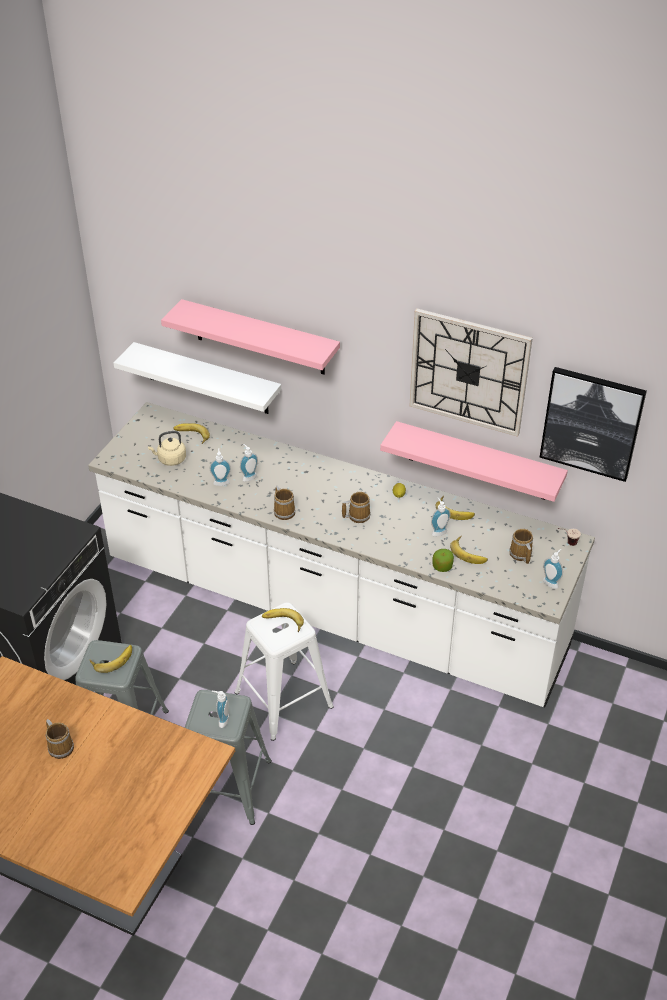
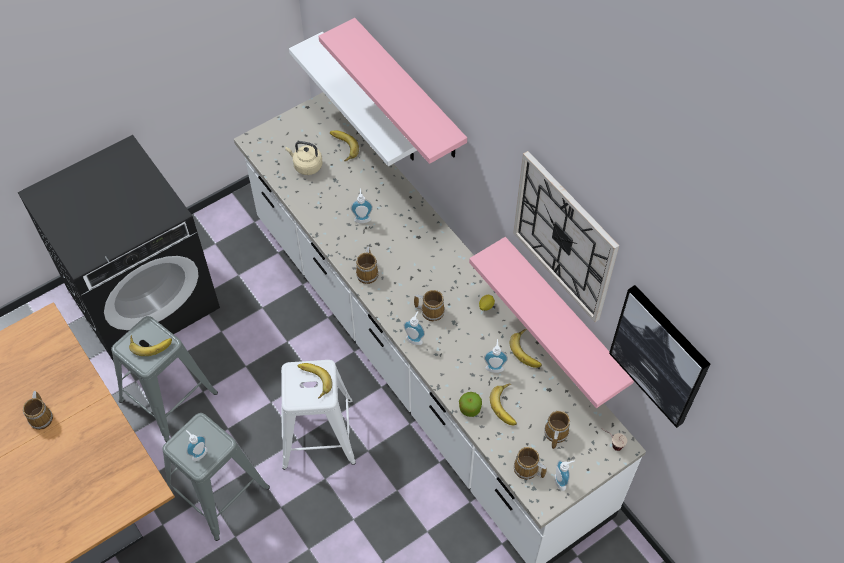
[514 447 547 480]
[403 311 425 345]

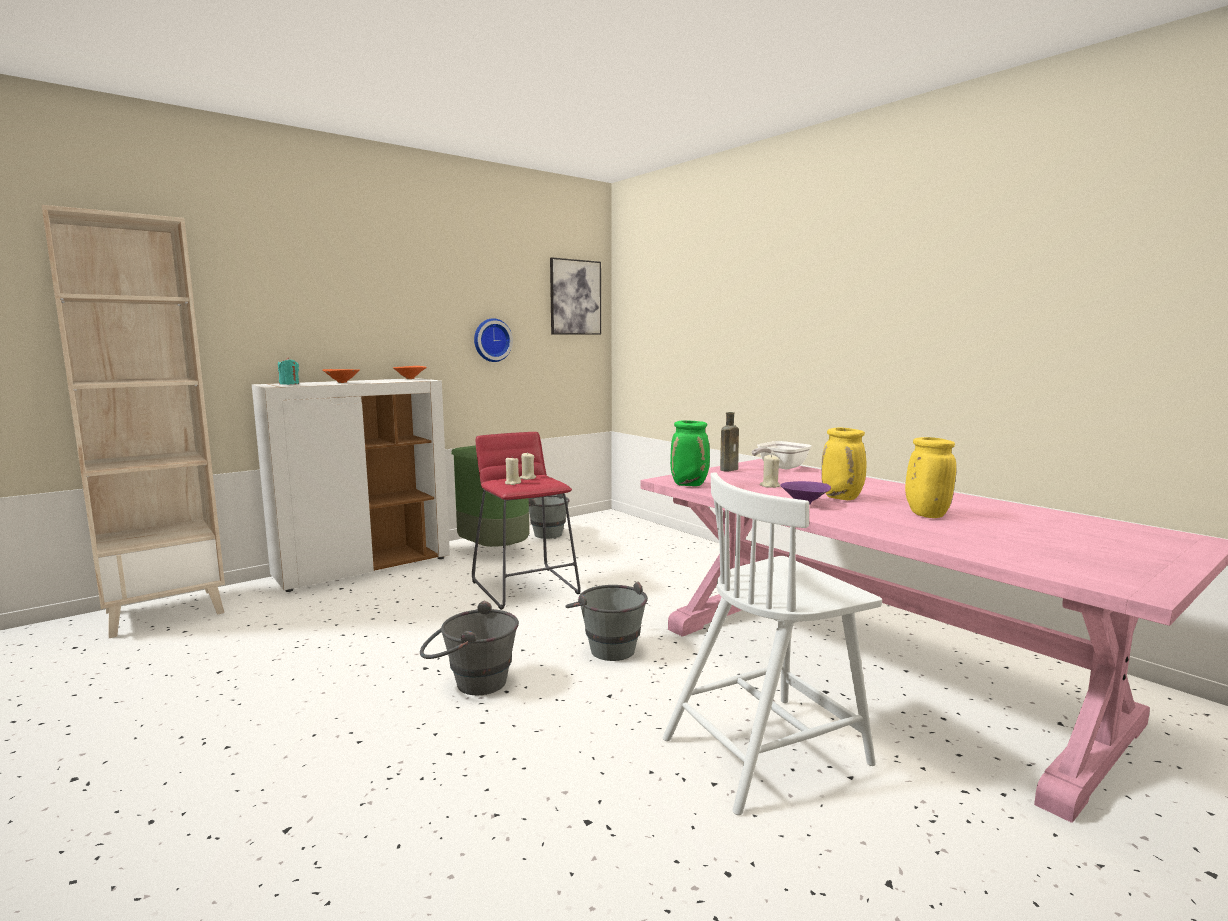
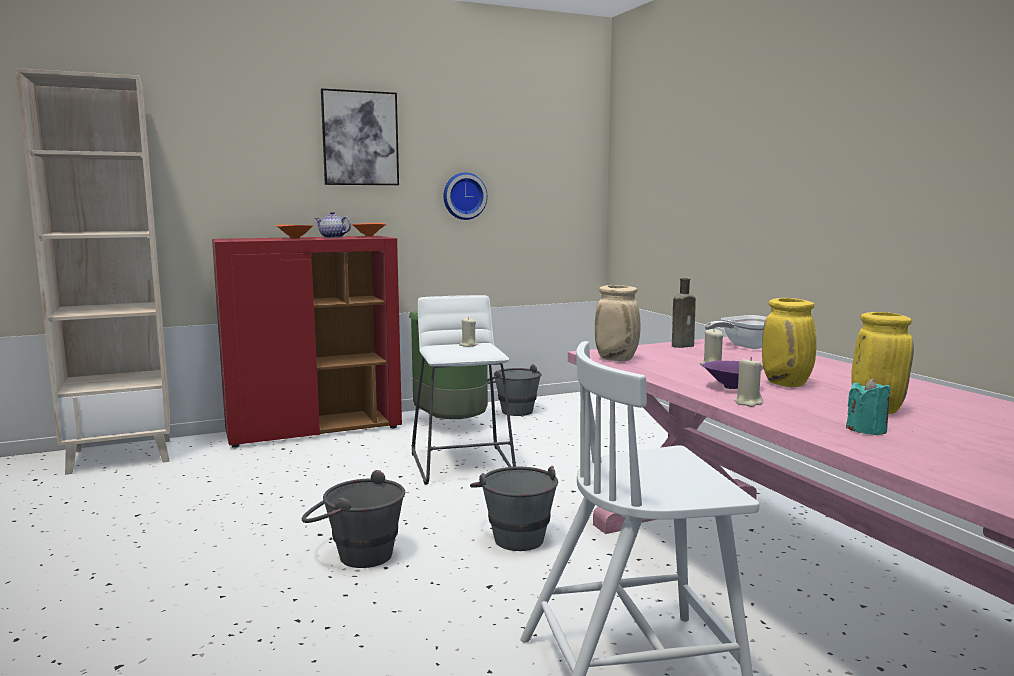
[315 212 351 238]
[846 378 890 435]
[734 357 763 407]
[321 88 399 185]
[212 236 402 448]
[412 295 516 485]
[595 285 640 361]

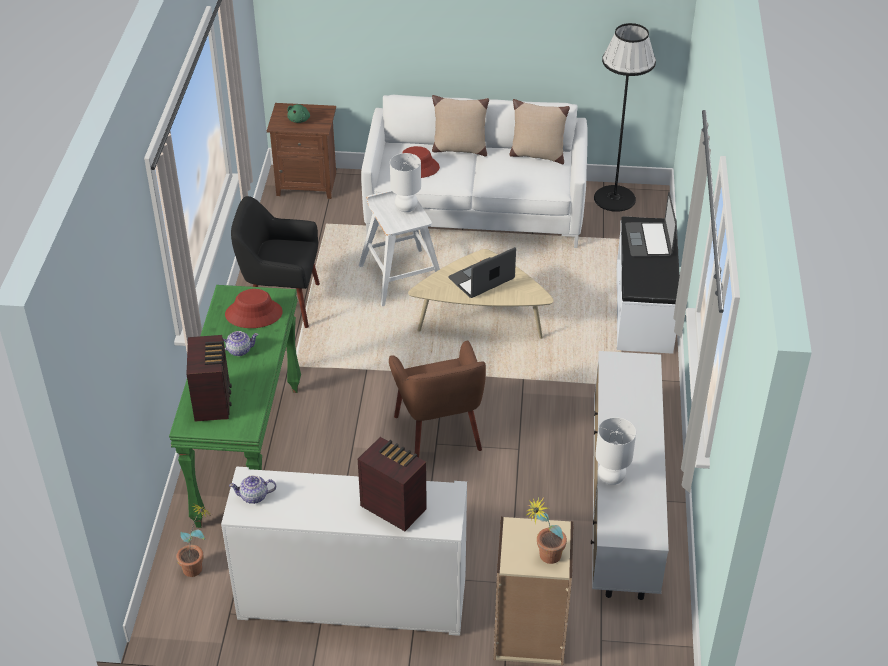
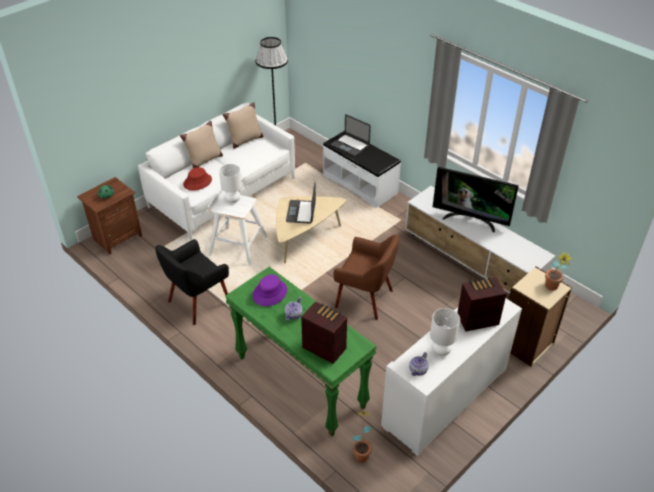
[433 167 519 232]
[430 308 460 356]
[252 275 287 306]

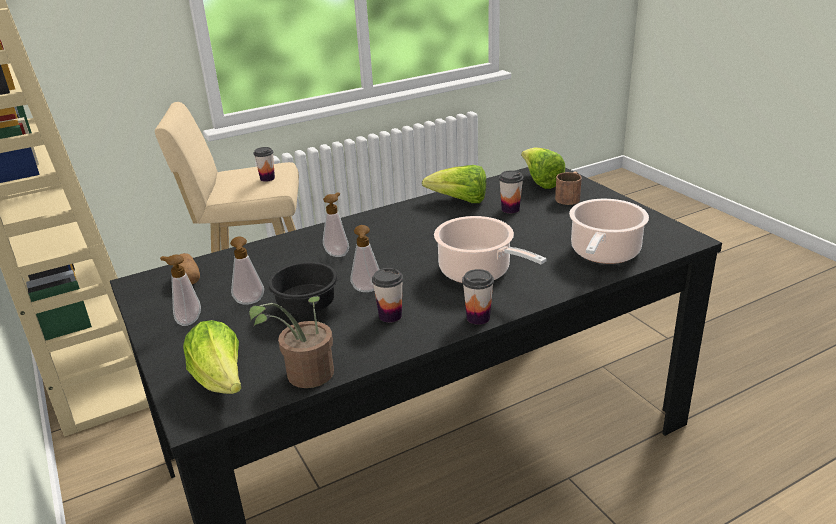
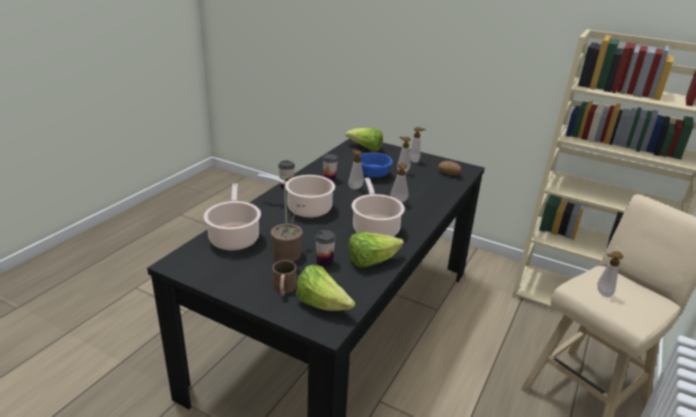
[352 178 405 237]
[271 176 305 262]
[597 251 623 298]
[359 153 393 178]

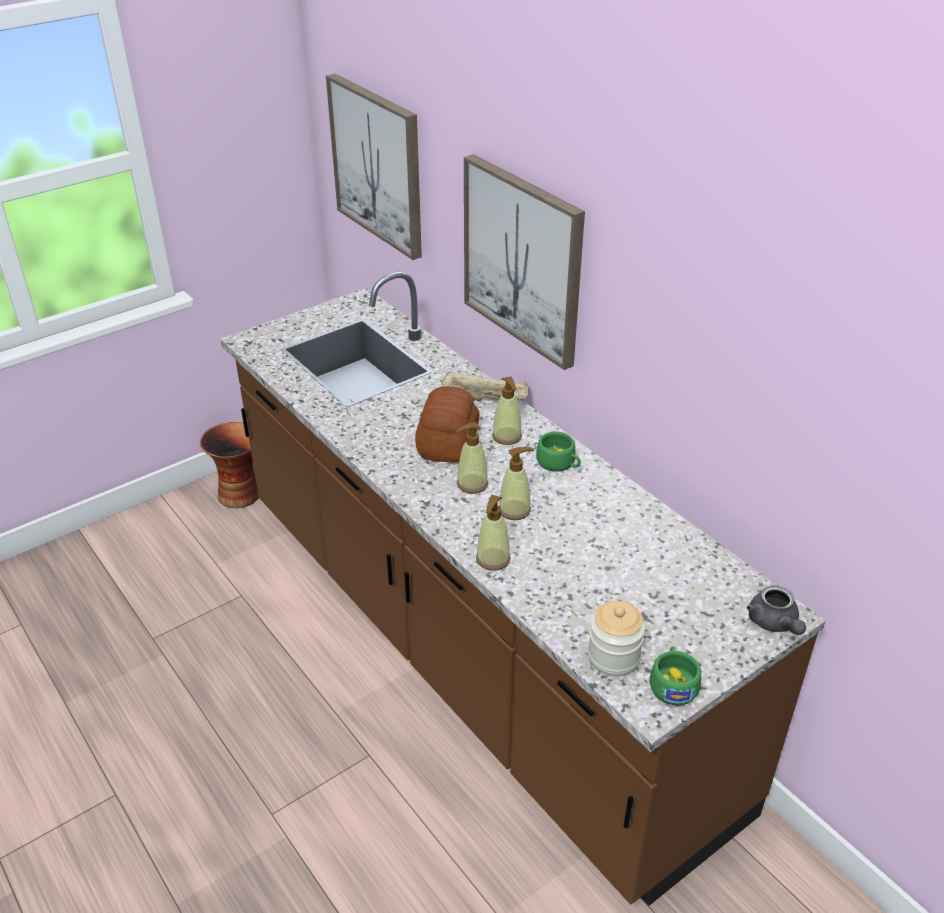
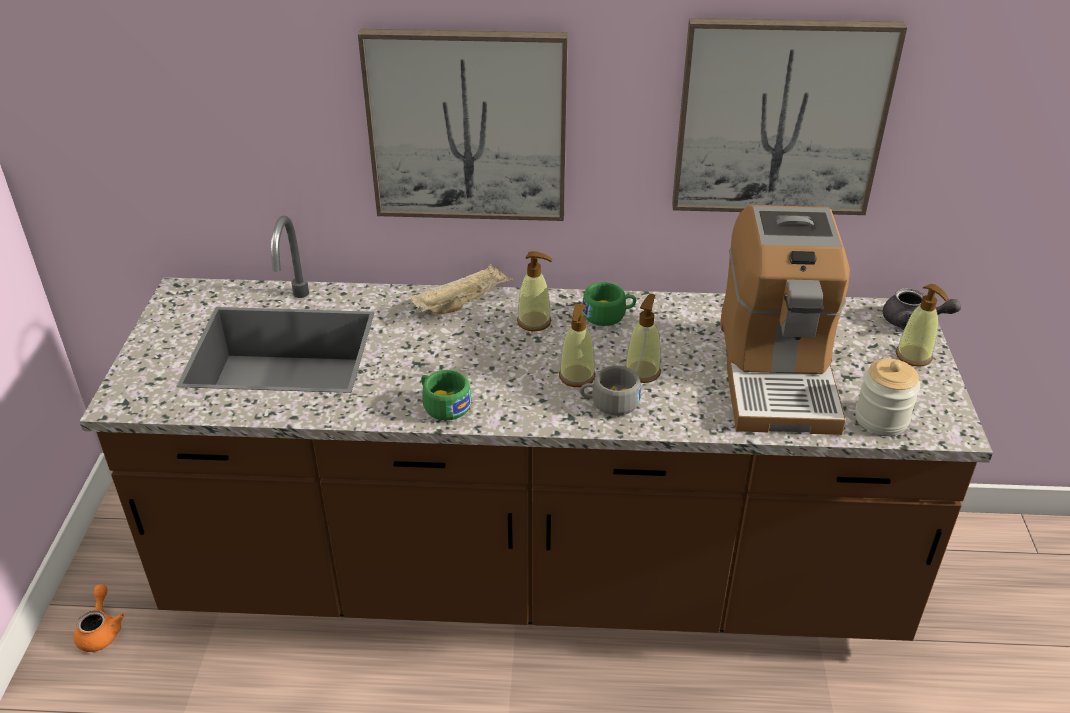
[415 386 479 463] (first image)
[580 365 641 416]
[720 205 850 435]
[672 18 907 215]
[896 284 949 367]
[421 370 472 420]
[73 584 125 652]

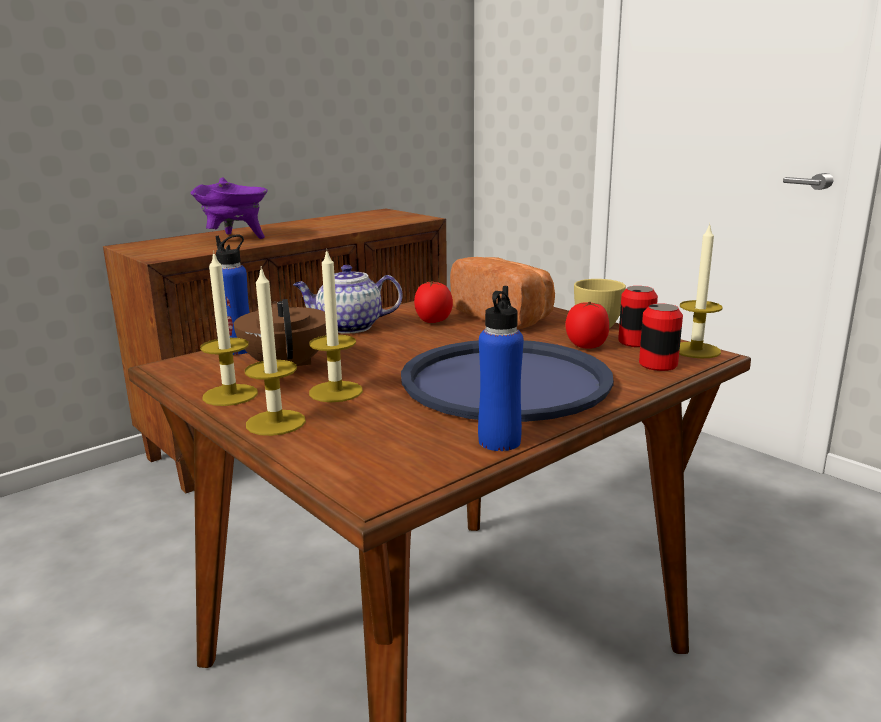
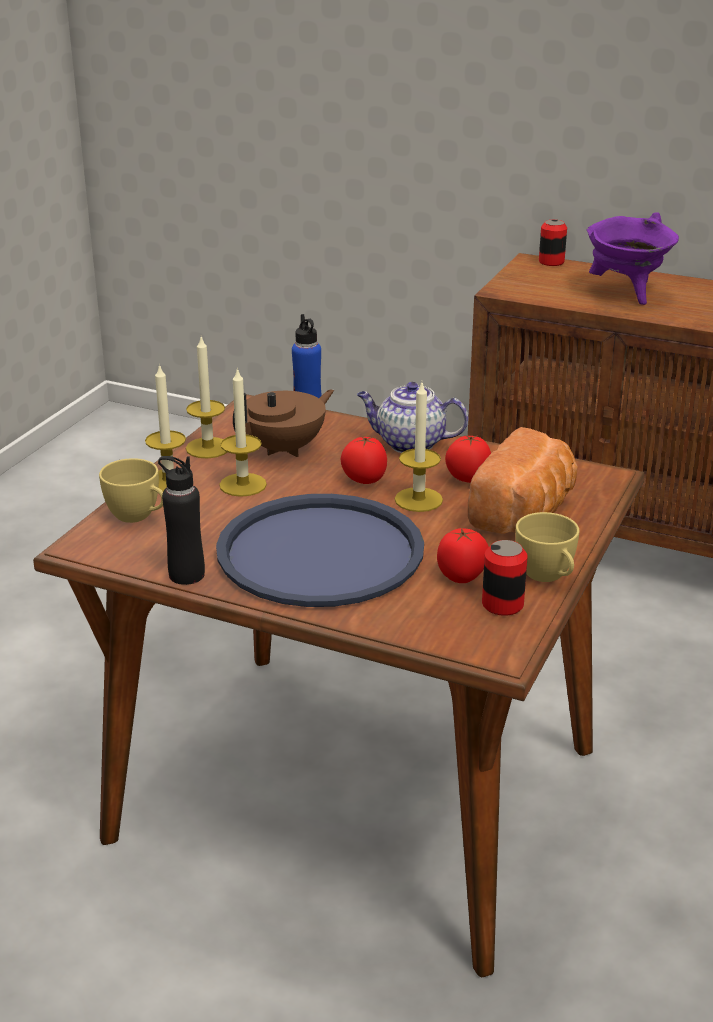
[99 458 163 523]
[340 436 387 484]
[539 220 567 266]
[395 383 443 512]
[158 456 205 585]
[357 382 468 453]

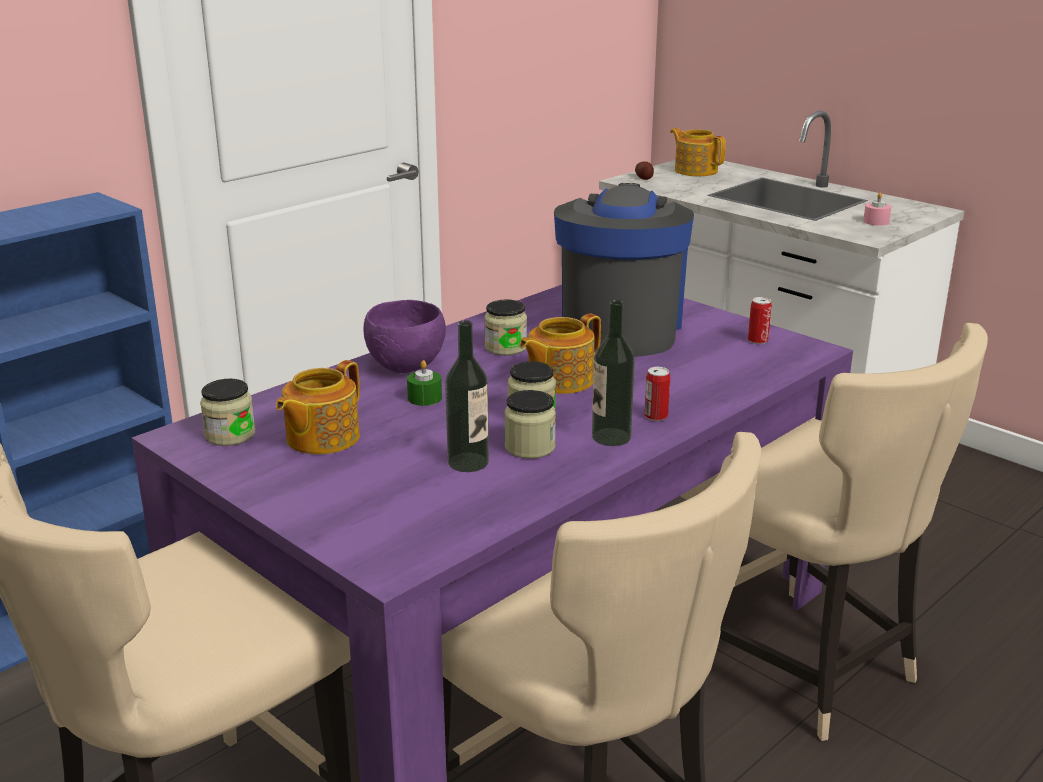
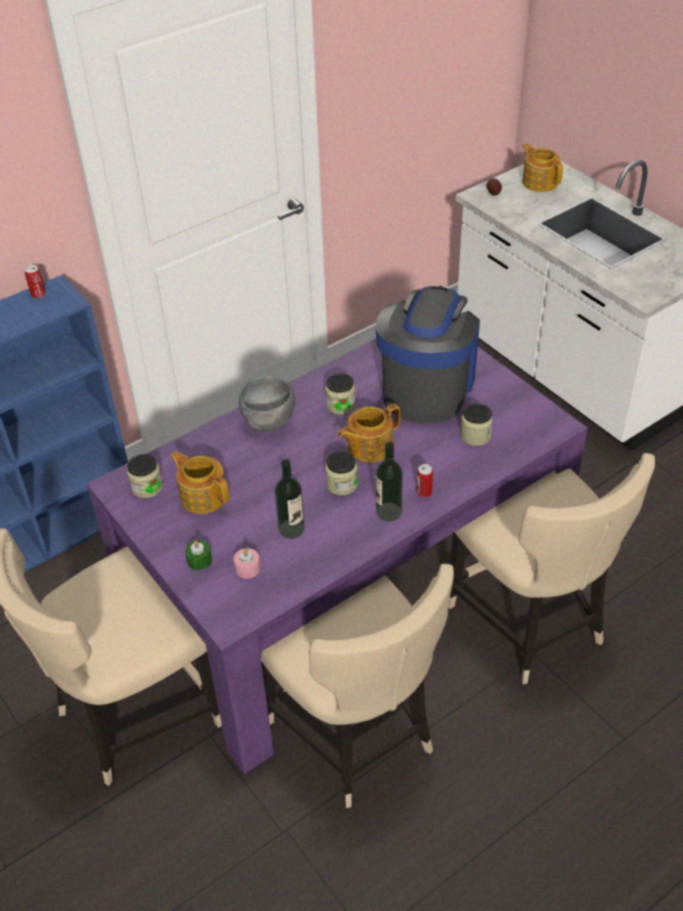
[185 540 212 570]
[460 403 493 446]
[25 265 46 299]
[234 548 260 579]
[239 376 295 432]
[170 451 229 514]

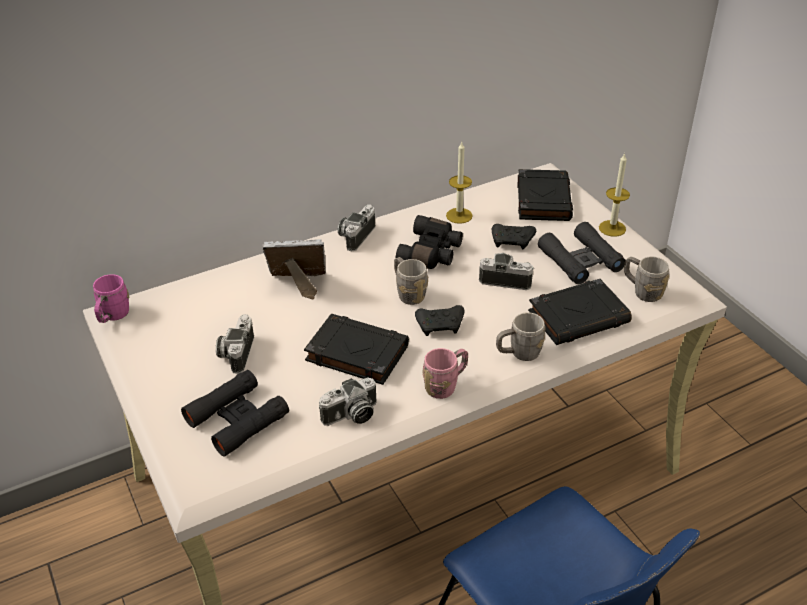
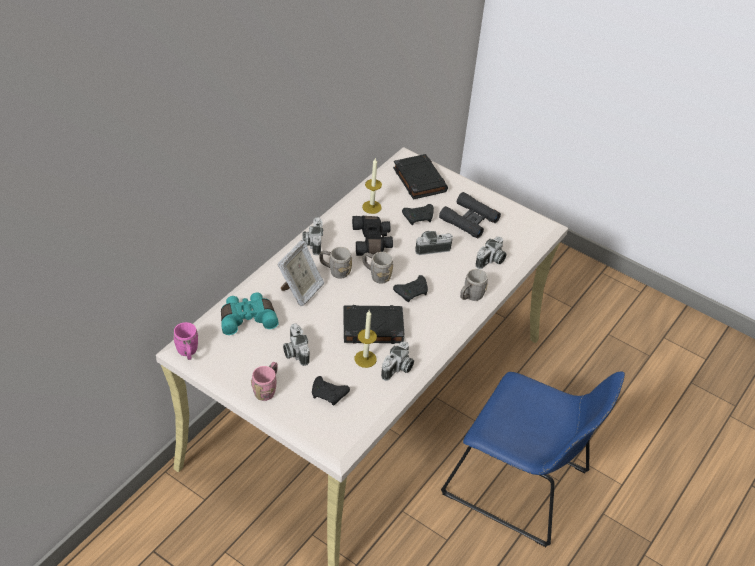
[221 293 279 335]
[251 362 278 401]
[355 310 377 368]
[319 247 352 279]
[312 376 350 406]
[476 237 507 269]
[277 240 325 306]

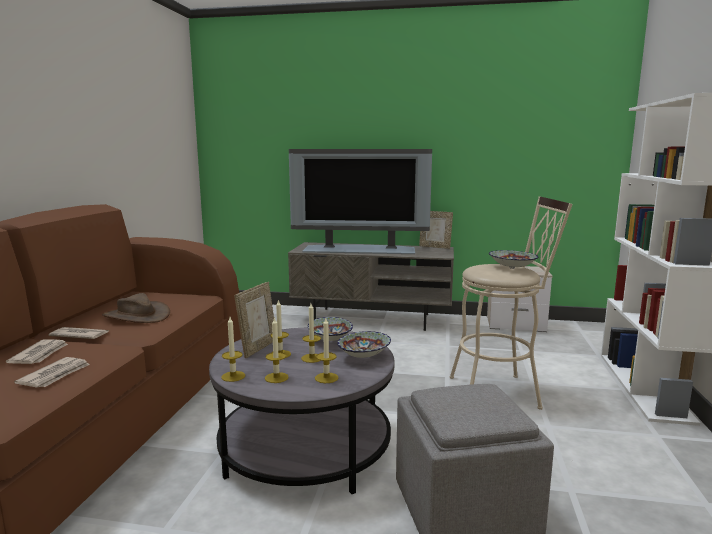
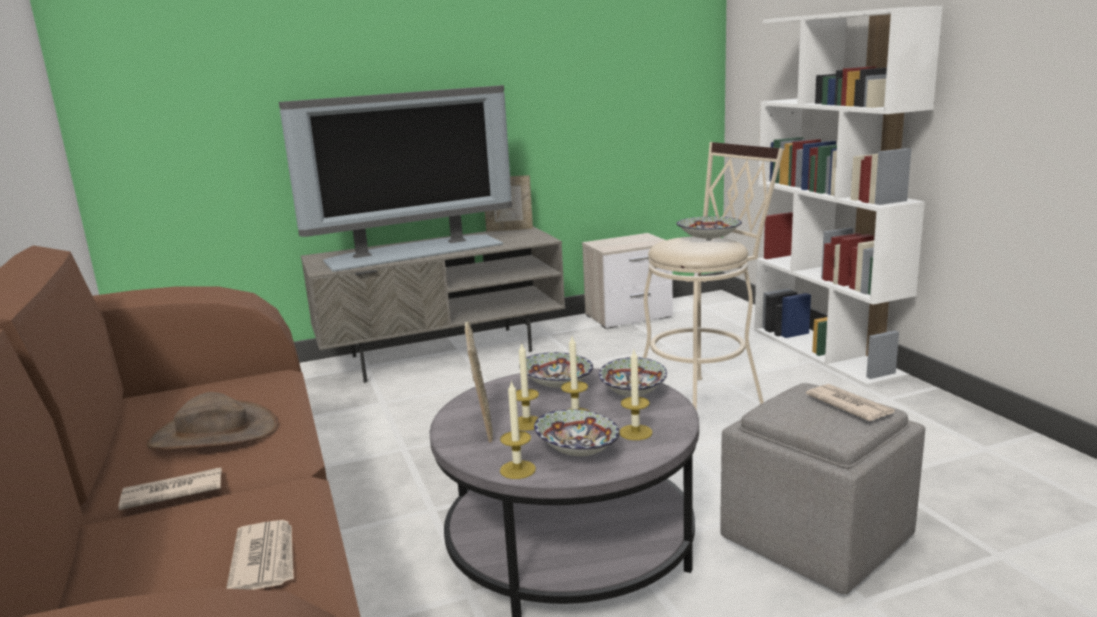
[806 384 895 421]
[534 409 620 456]

